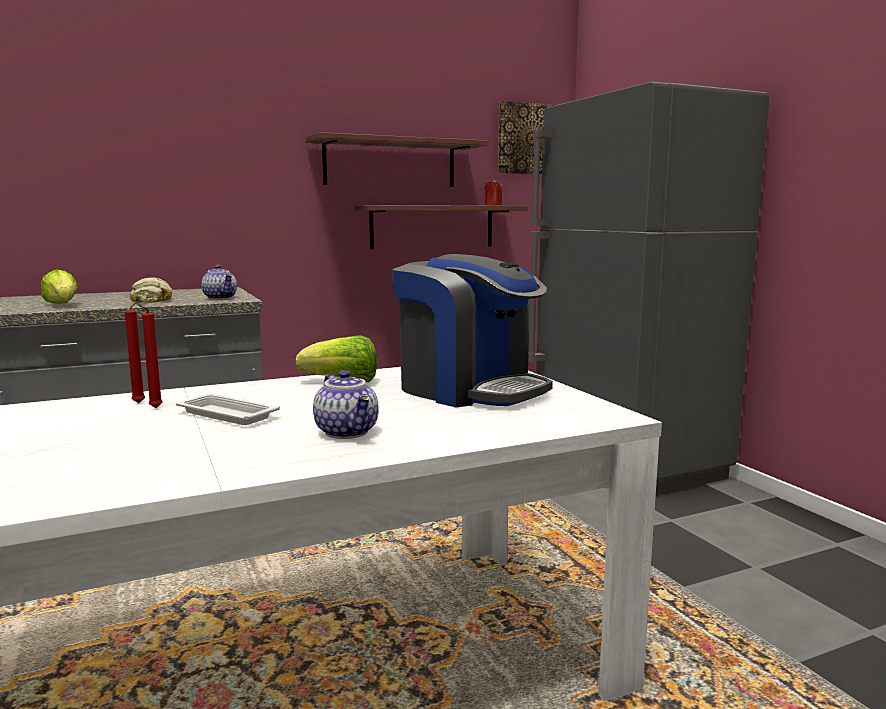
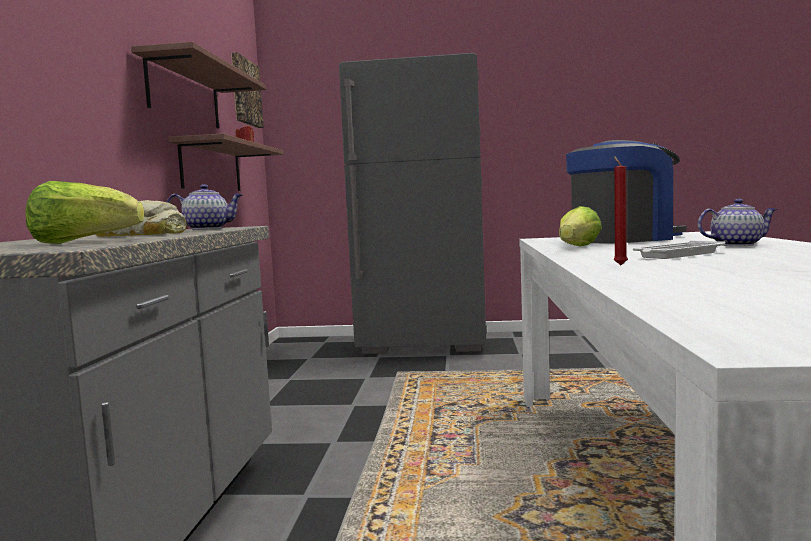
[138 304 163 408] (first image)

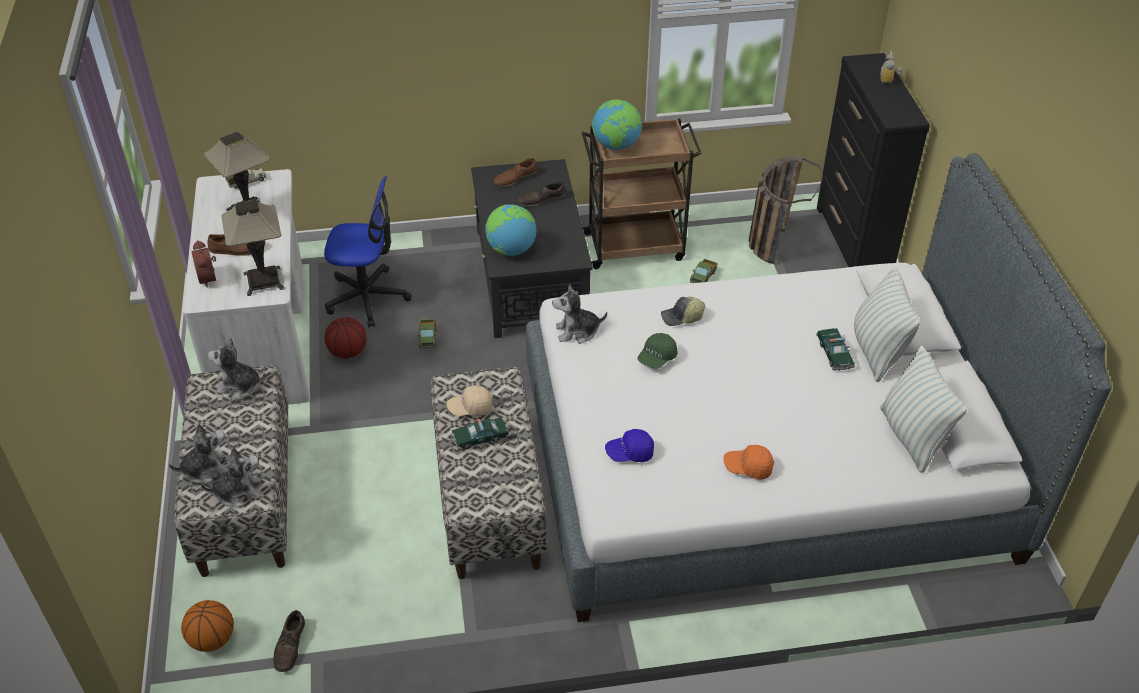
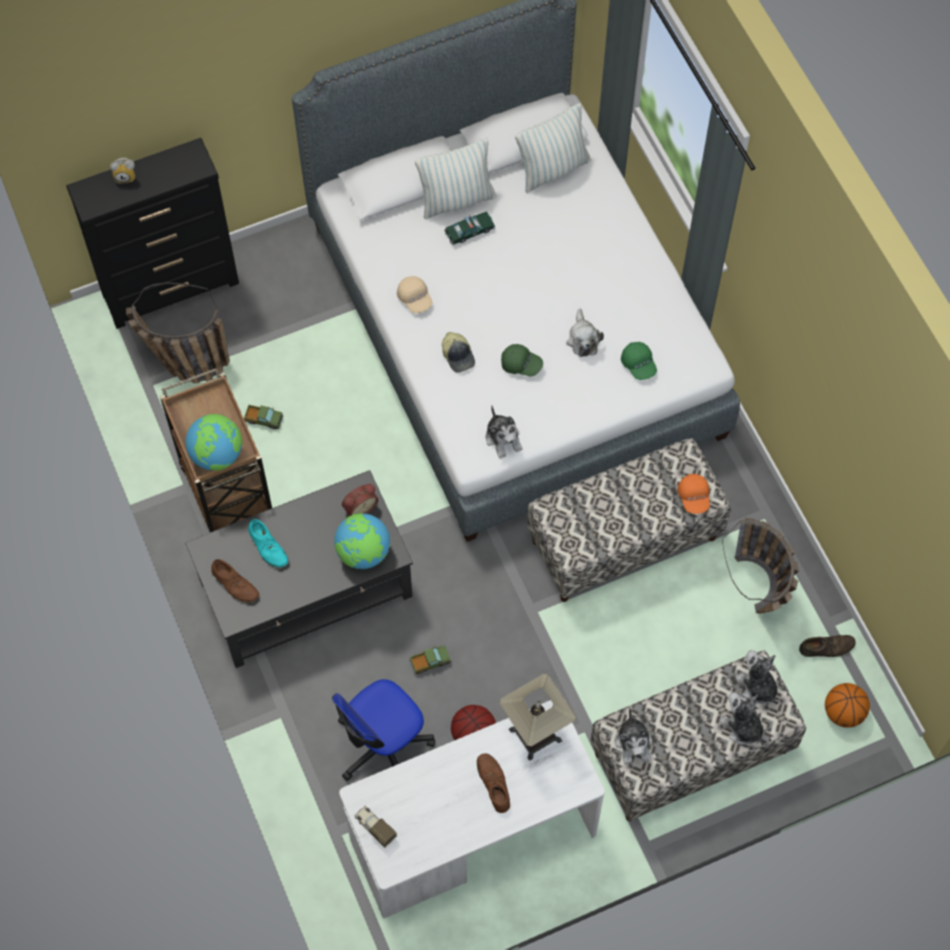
[203 132 270 216] (first image)
[452 418 509 450] (first image)
[566 309 604 357]
[722 518 799 614]
[342 484 378 516]
[397 276 433 313]
[677 474 710 514]
[248 519 289 568]
[621 342 657 380]
[332 679 435 781]

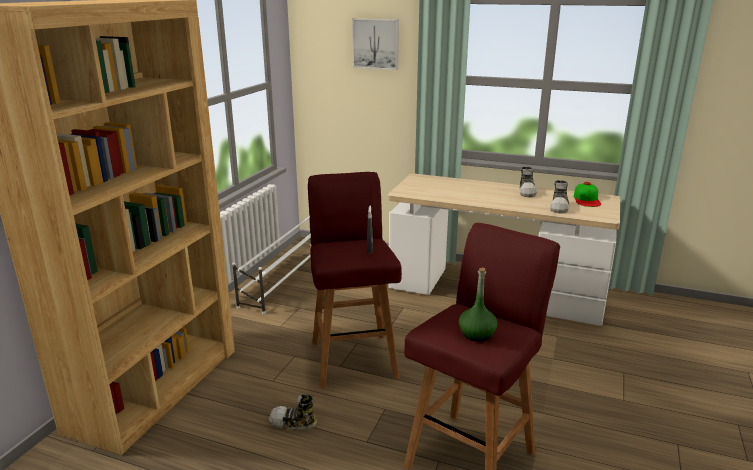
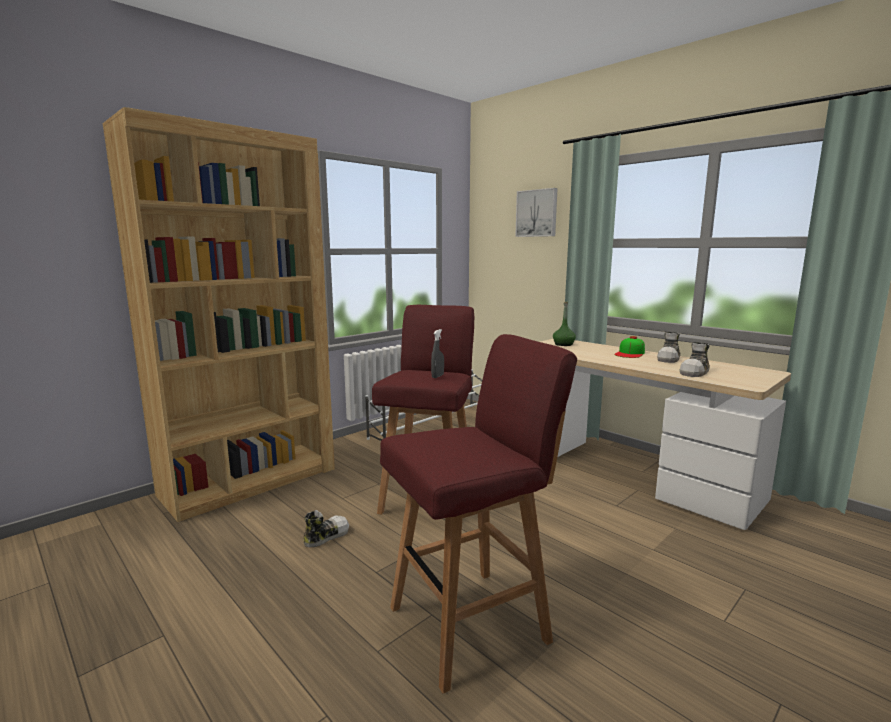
[553 302 576 346]
[614 336 645 358]
[303 510 349 547]

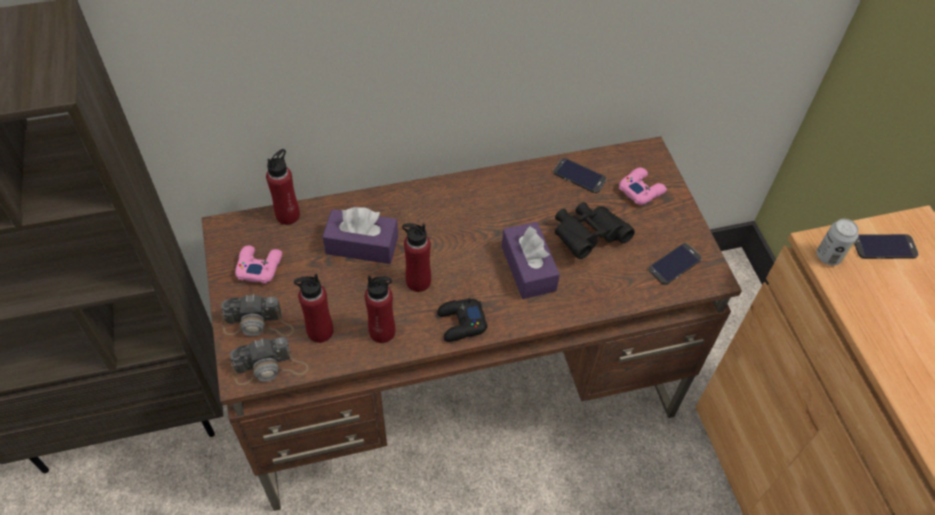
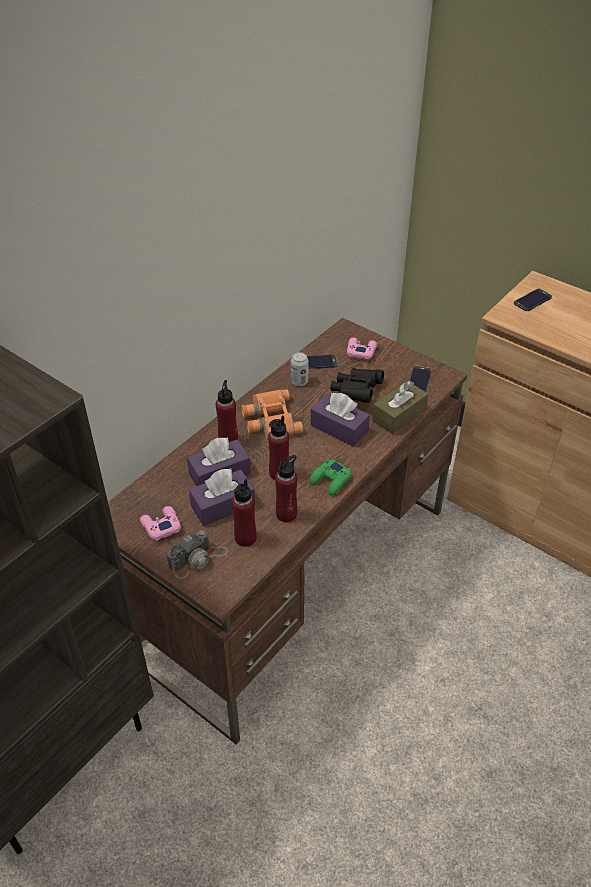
[230 337 308 385] (first image)
[189 469 255 526]
[241 389 303 440]
[372 381 428 434]
[216 380 238 442]
[291 352 309 386]
[310 459 351 496]

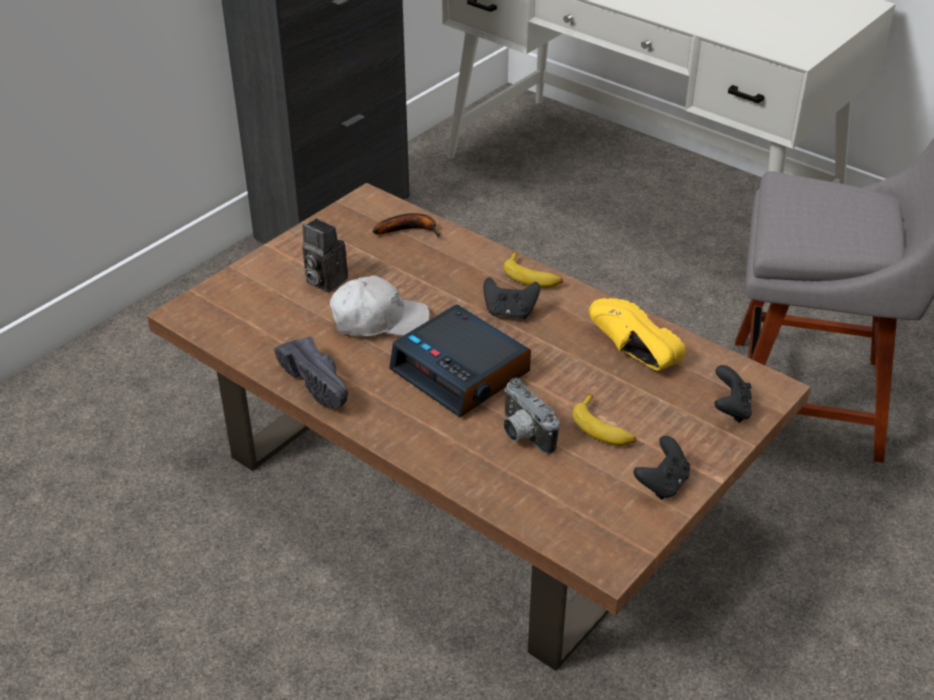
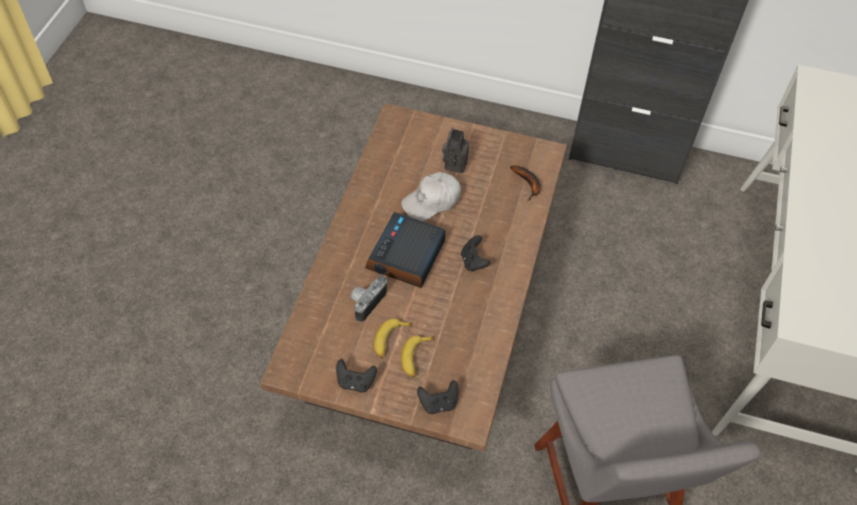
[274 337 348 408] (first image)
[589 298 686 371] (first image)
[401 335 433 378]
[401 172 461 221]

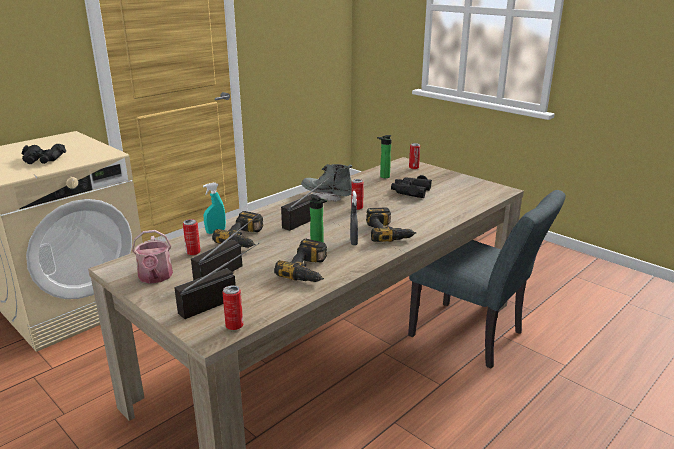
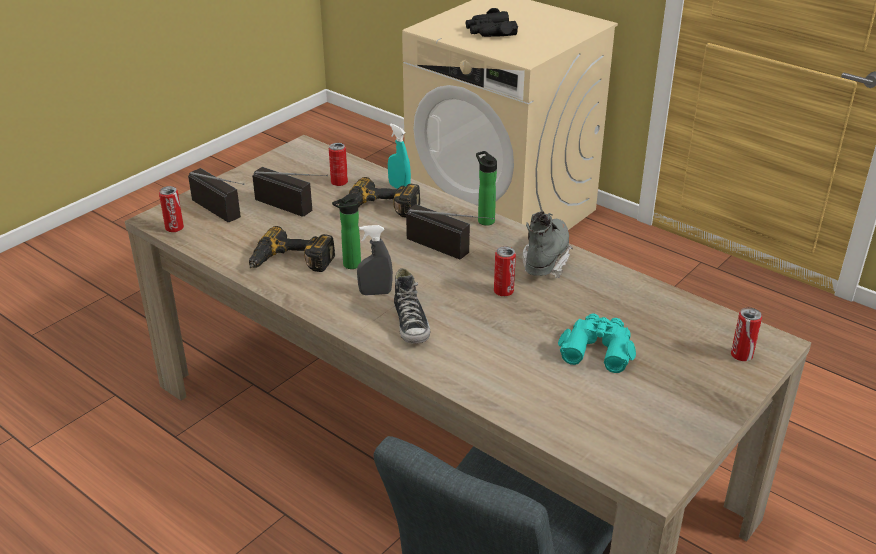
[132 230 173 284] (first image)
[476 151 497 226]
[394 268 430 344]
[558 314 636 373]

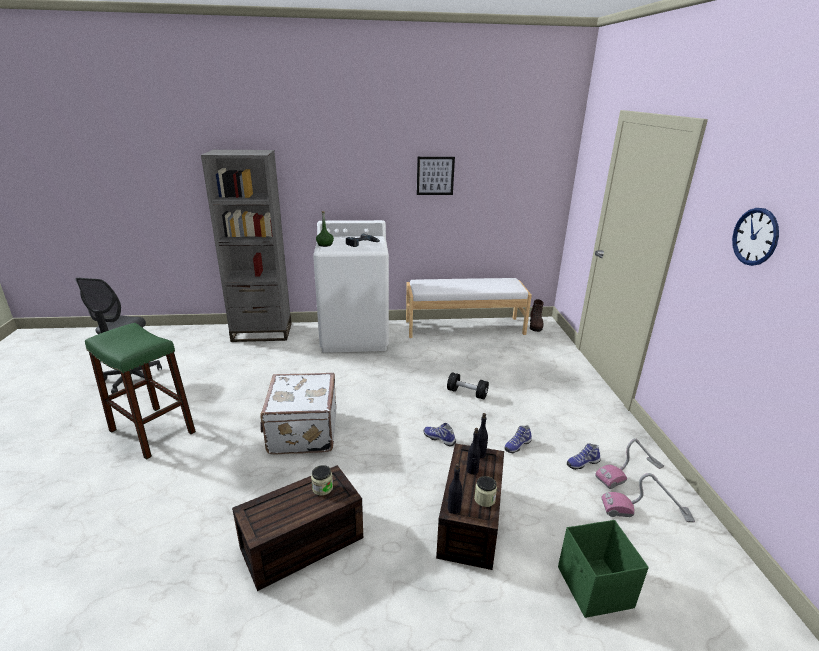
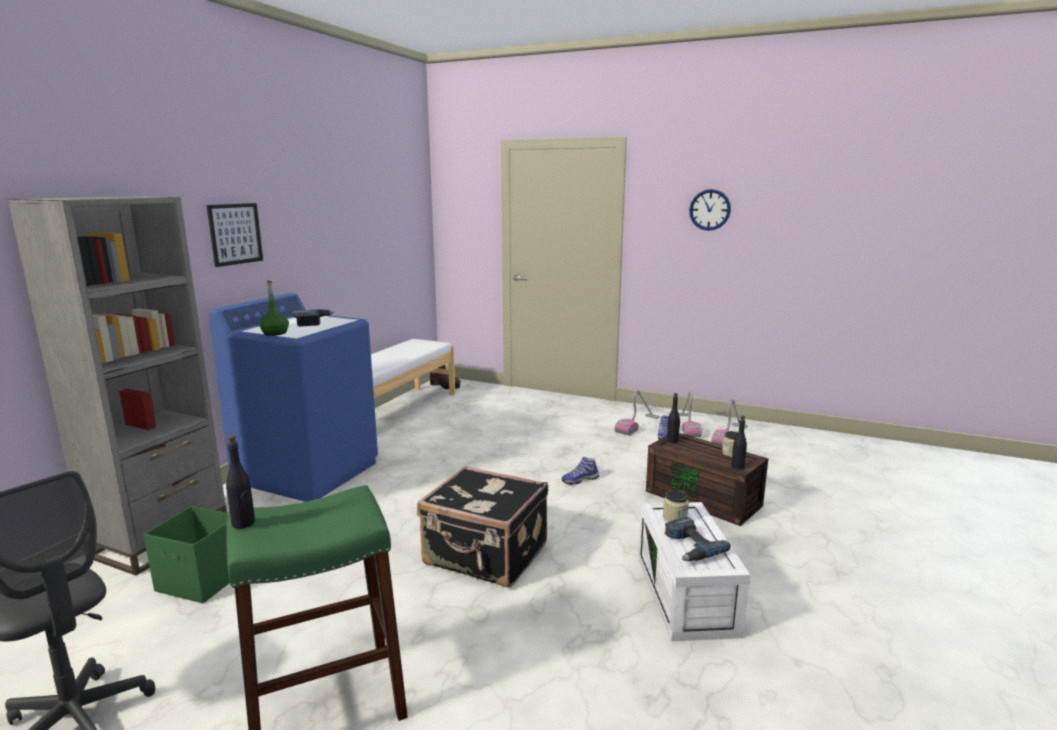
[447 372 489 400] (first image)
[504 425 532 453] (first image)
[615 390 660 436]
[664 517 731 561]
[206 203 263 267]
[226 435 255 529]
[144 506 230 603]
[638 502 750 641]
[417 466 548 588]
[208 293 378 502]

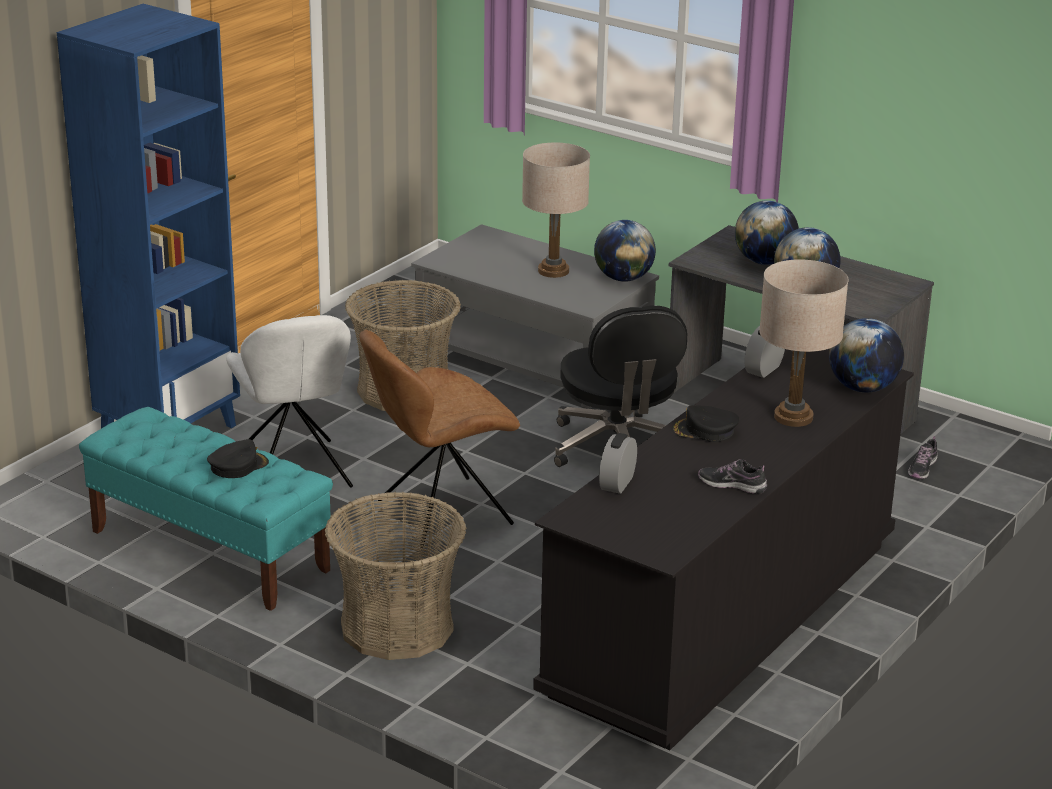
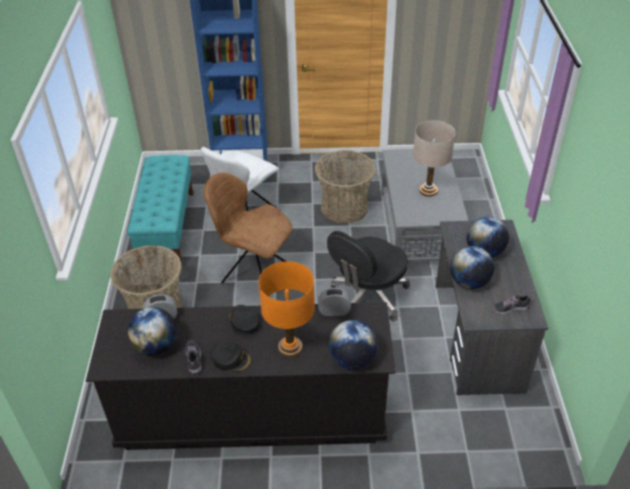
[210 342 252 371]
[128 307 177 356]
[493 295 531 314]
[258 261 315 357]

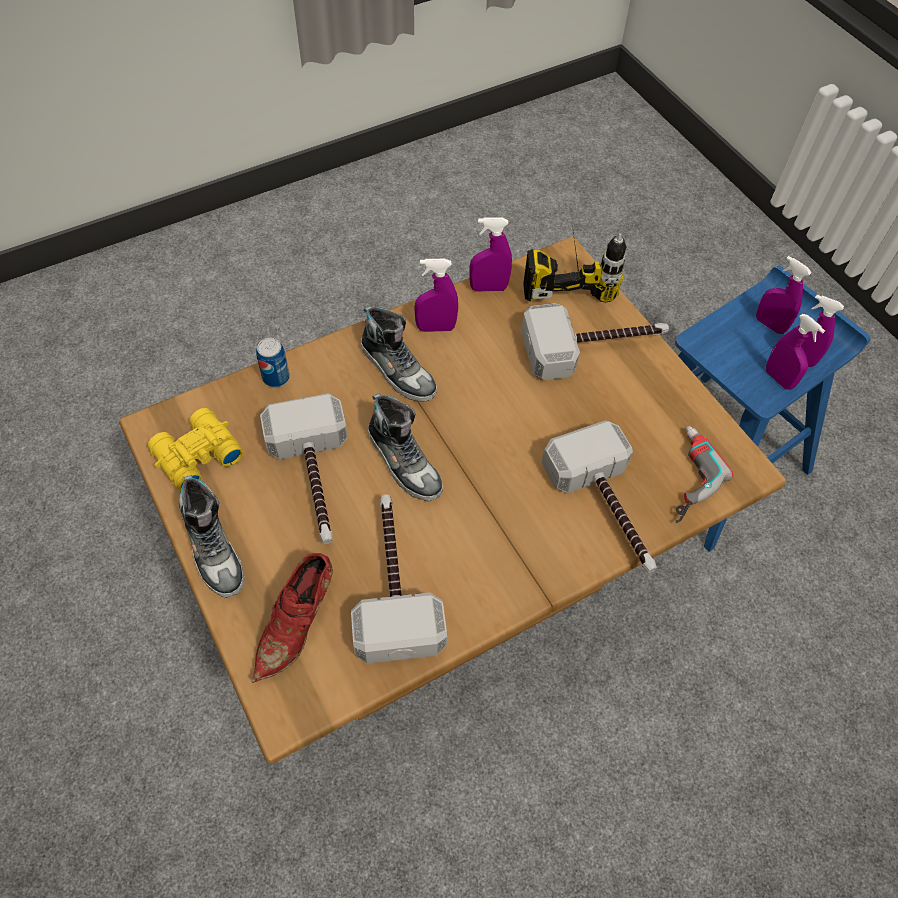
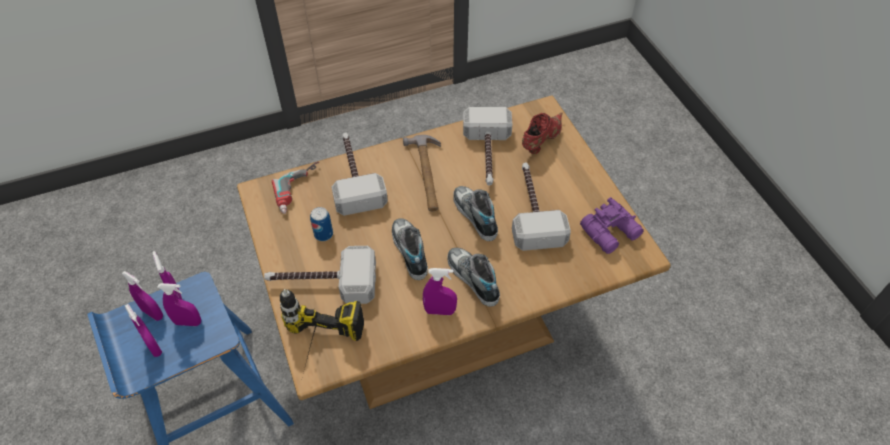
[403 135 441 211]
[392 218 428 280]
[310 207 333 241]
[157 283 201 326]
[580 197 644 254]

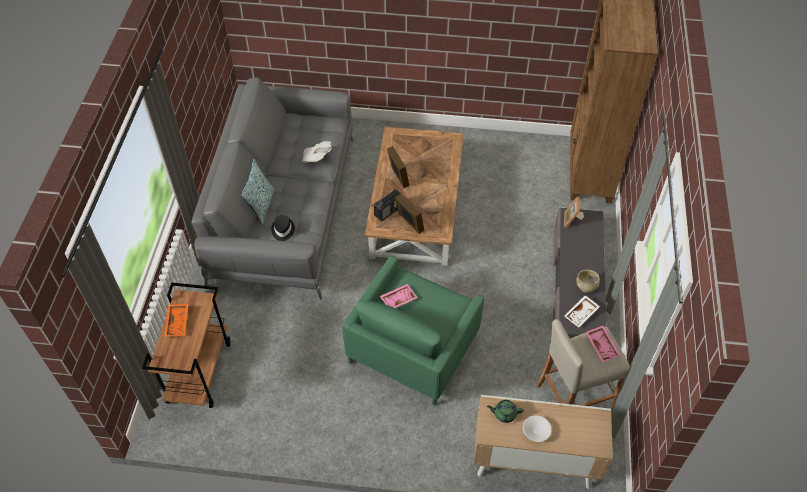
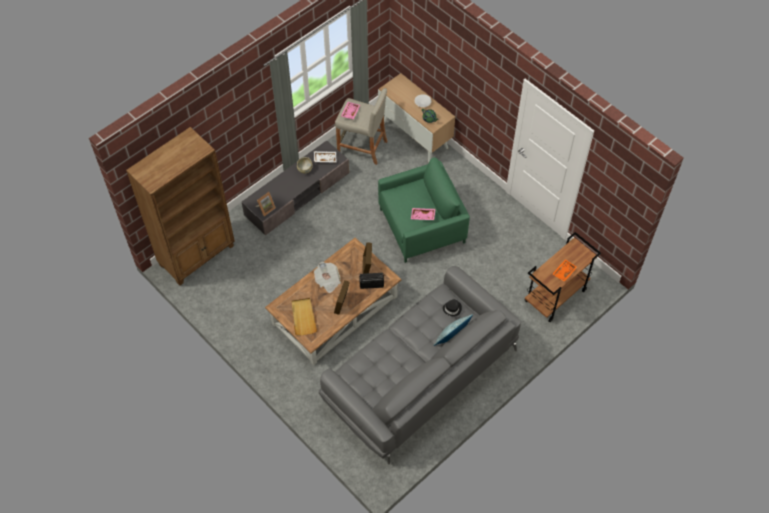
[291 298 317 336]
[314 262 341 293]

